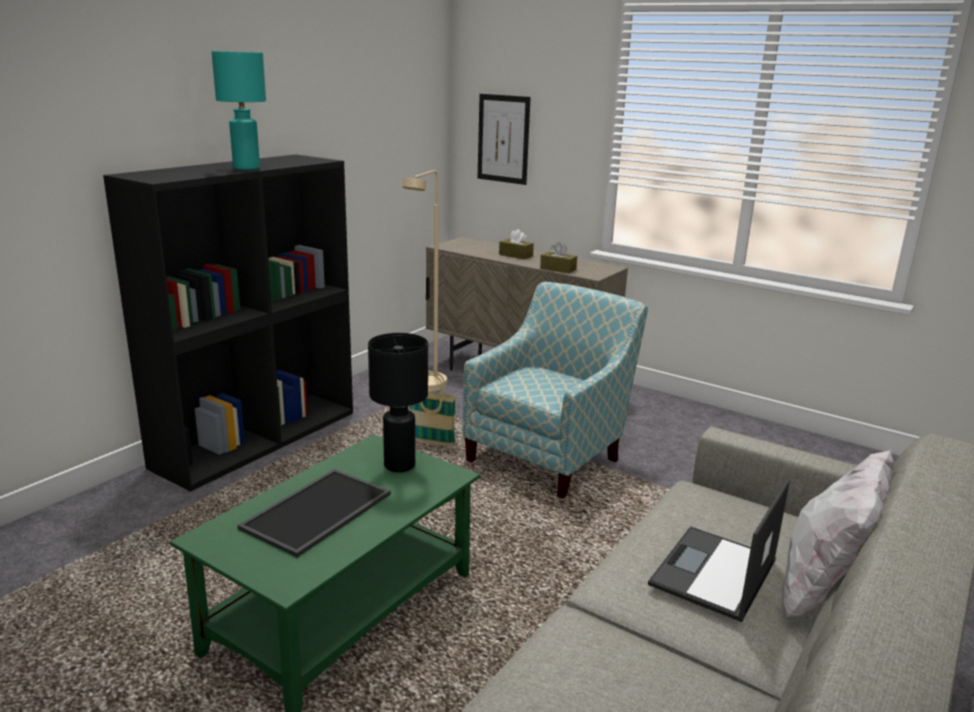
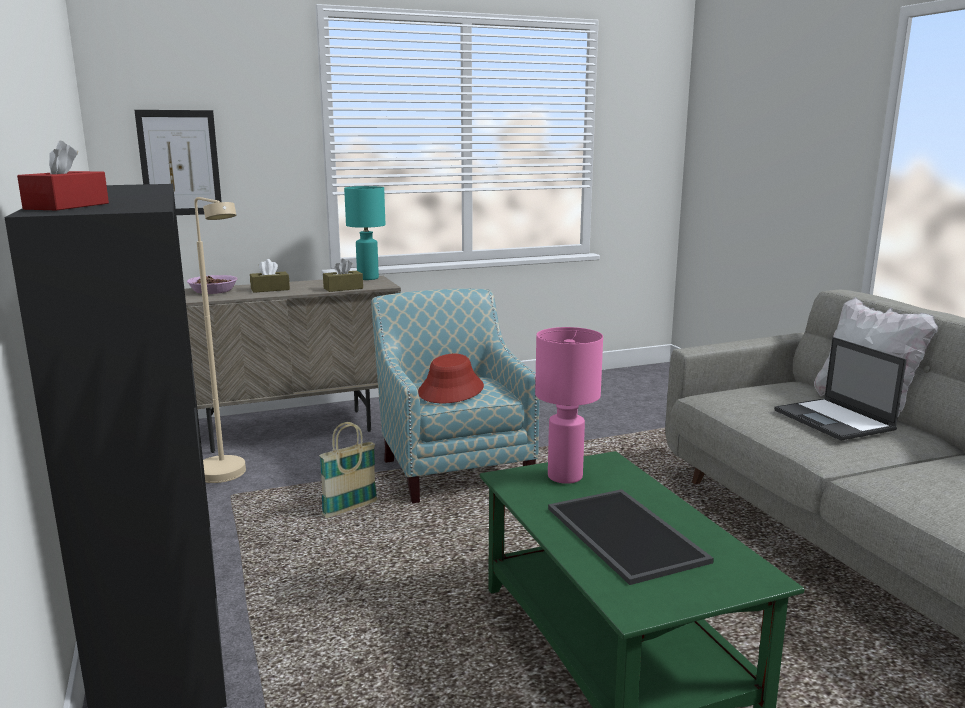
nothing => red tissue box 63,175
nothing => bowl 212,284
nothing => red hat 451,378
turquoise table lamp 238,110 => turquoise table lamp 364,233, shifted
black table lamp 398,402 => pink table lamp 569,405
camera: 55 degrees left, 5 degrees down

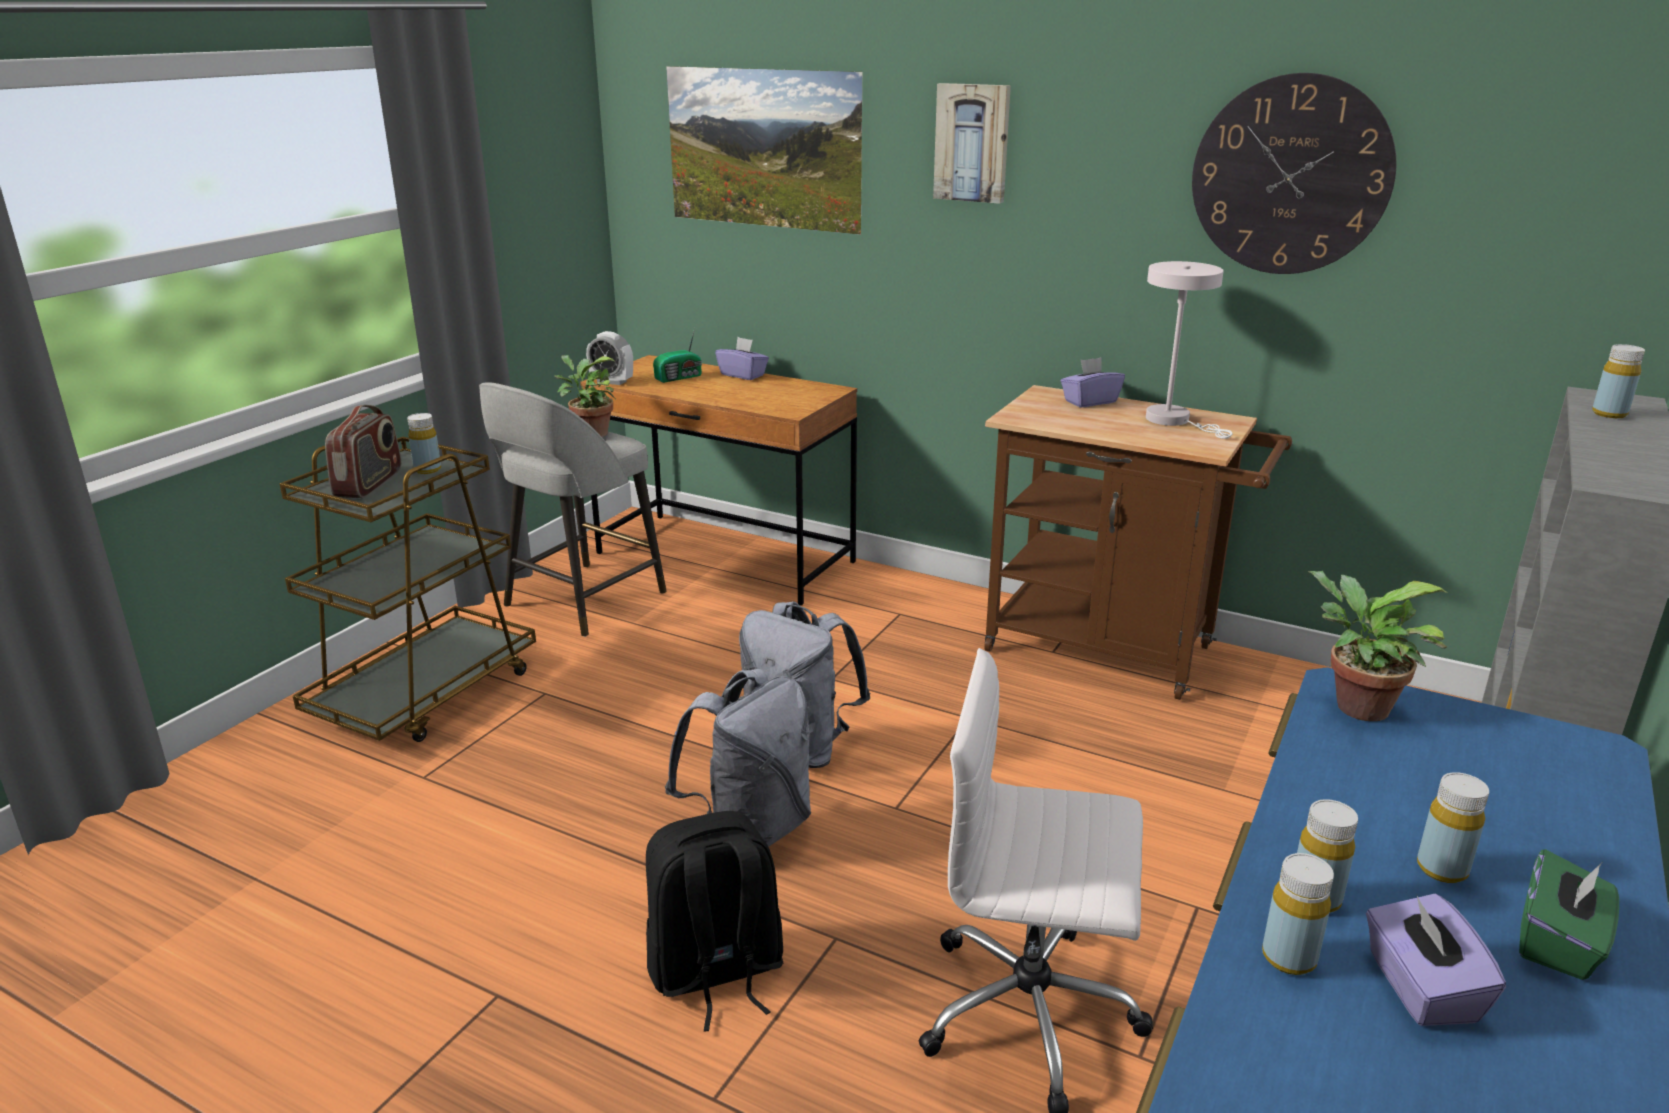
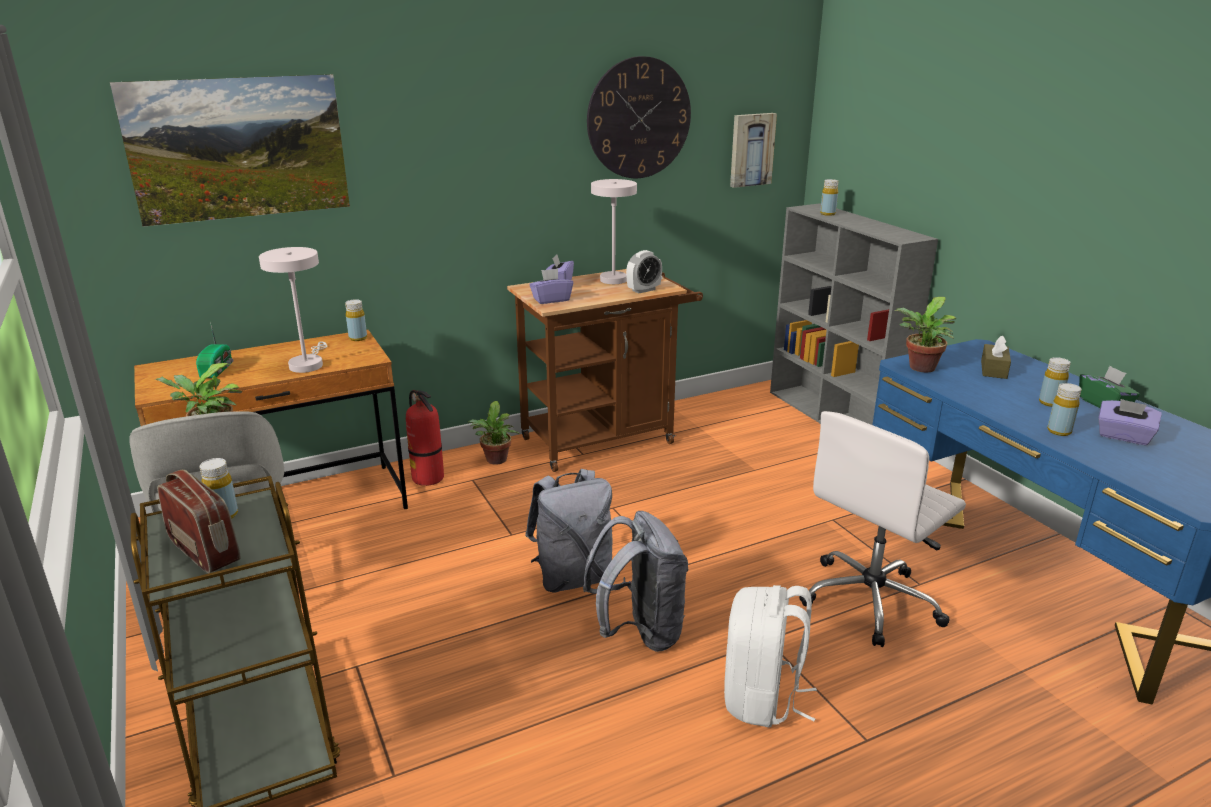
nothing => white table lamp 293,310
nothing => fire extinguisher 425,438
nothing => potted plant 493,433
nothing => brown tissue box 996,357
alarm clock 609,358 => alarm clock 644,272, shifted
purple tissue box 742,358 => purple tissue box 551,286, shifted
picture 972,143 => picture 753,150, shifted
yellow bottle 1298,914 => yellow bottle 356,320, shifted
black backpack 715,921 => white backpack 770,656
camera: 55 degrees left, 0 degrees up

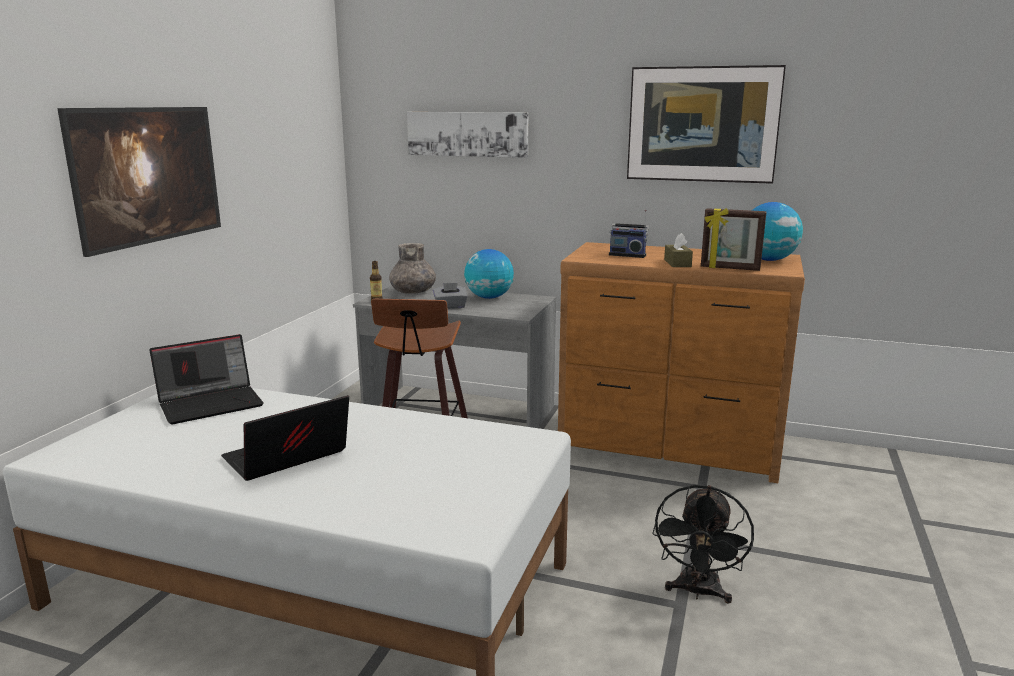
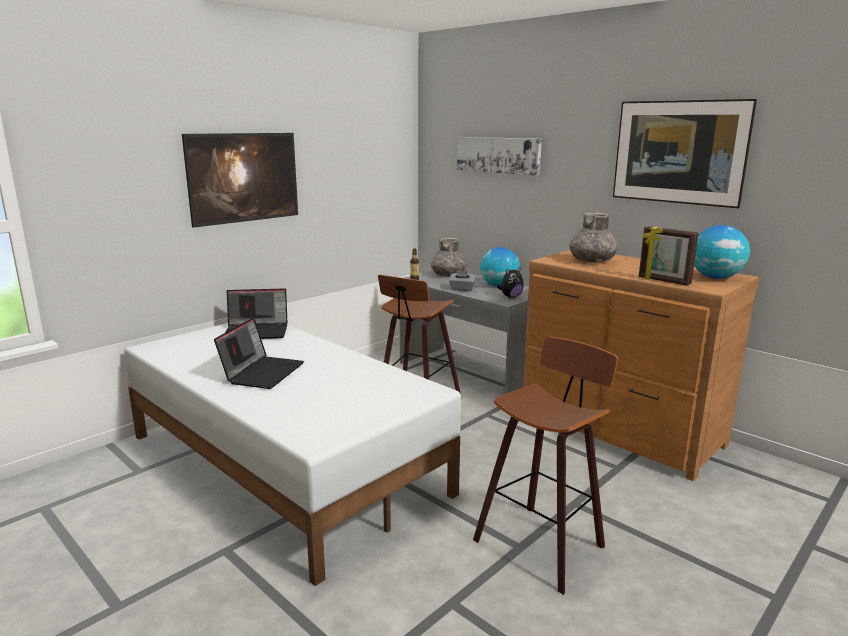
brown tissue box 678,250 => nothing
nothing => plush toy 510,282
radio 629,234 => grey vase 594,238
black fan 703,544 => stool 545,466
laptop 285,438 => laptop 259,353, 120 degrees clockwise
camera: 25 degrees right, 0 degrees up

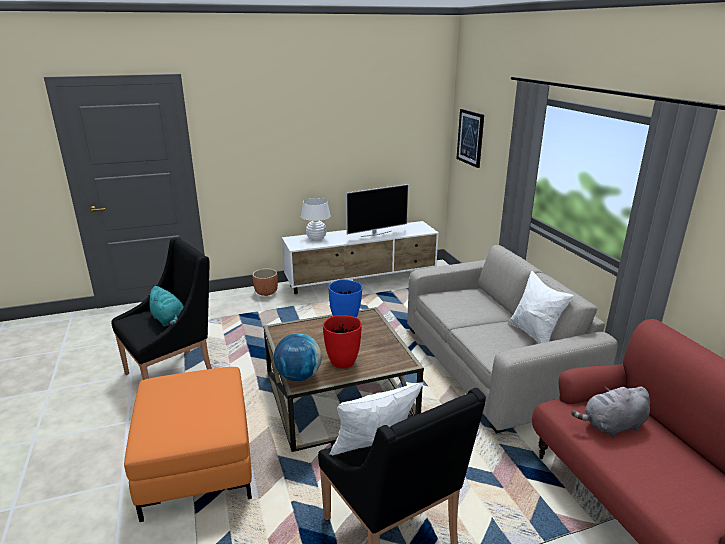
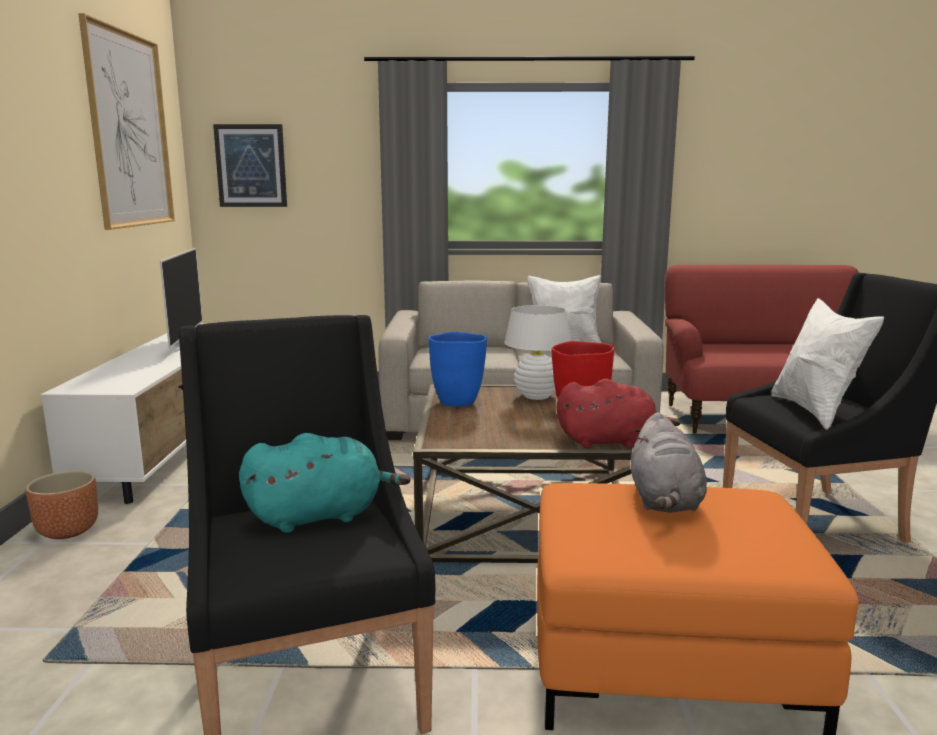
nothing => picture 126,121
white table lamp 316,219 => white table lamp 537,352, shifted
grey plush toy 610,411 => grey plush toy 669,462, shifted
globe 298,357 => red plush toy 618,413
camera: 70 degrees left, 10 degrees down

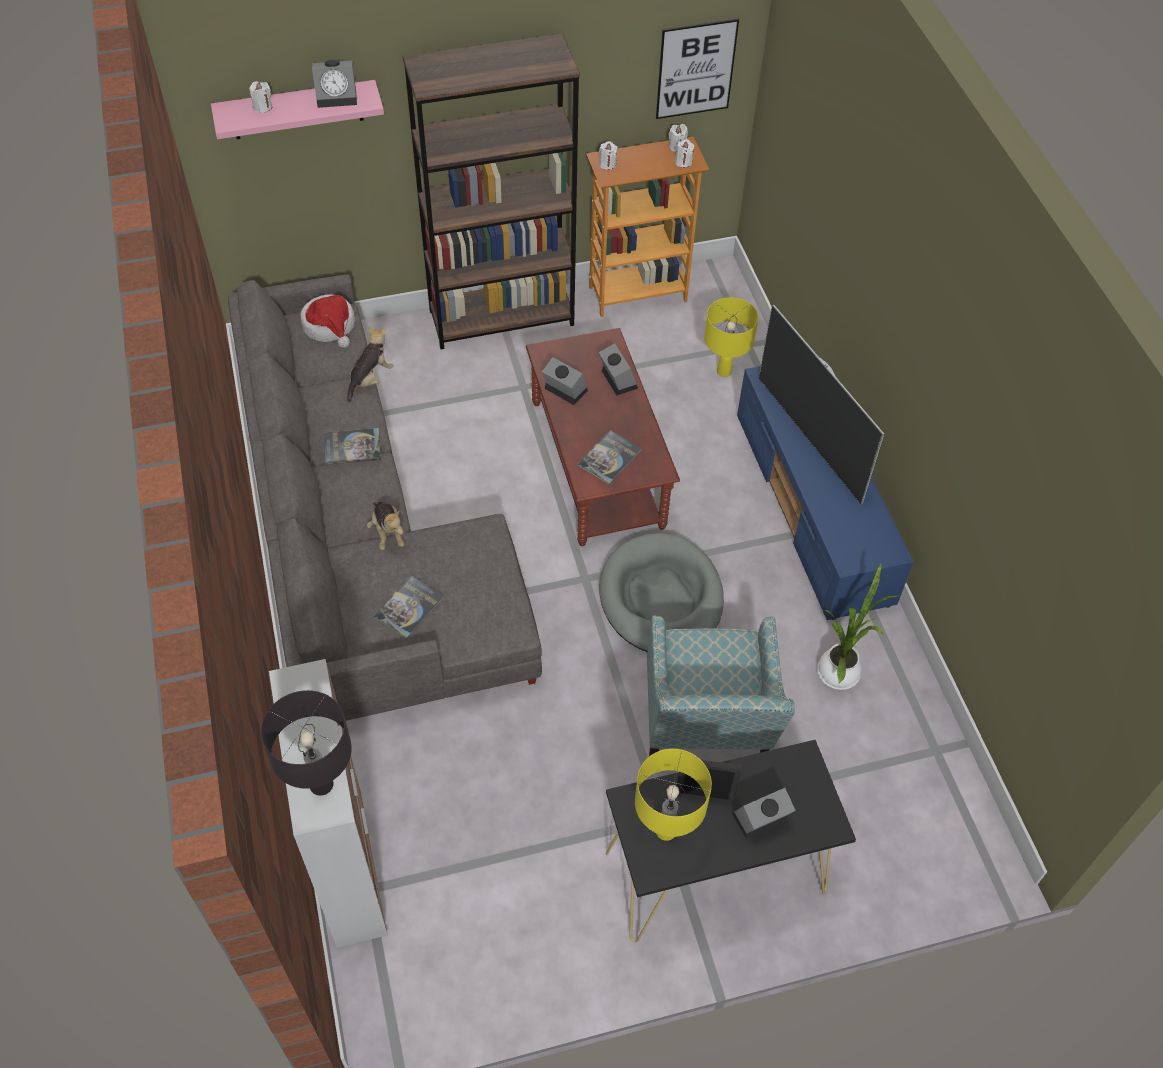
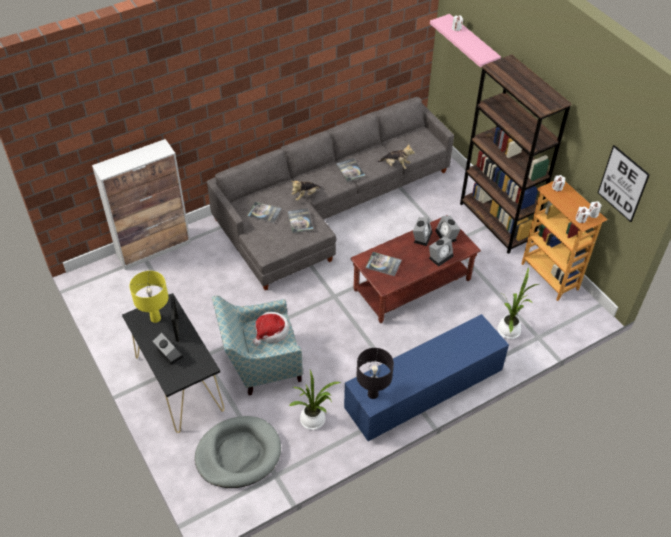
television 821,404 => nothing
nothing => book 300,220
black table lamp 306,743 => black table lamp 375,373, shifted
hat 327,321 => hat 271,329, shifted
alarm clock 334,84 => alarm clock 447,229, shifted
grey dog bed 661,592 => grey dog bed 238,452, shifted
yellow table lamp 731,337 => potted plant 518,303
camera: 75 degrees right, 5 degrees down

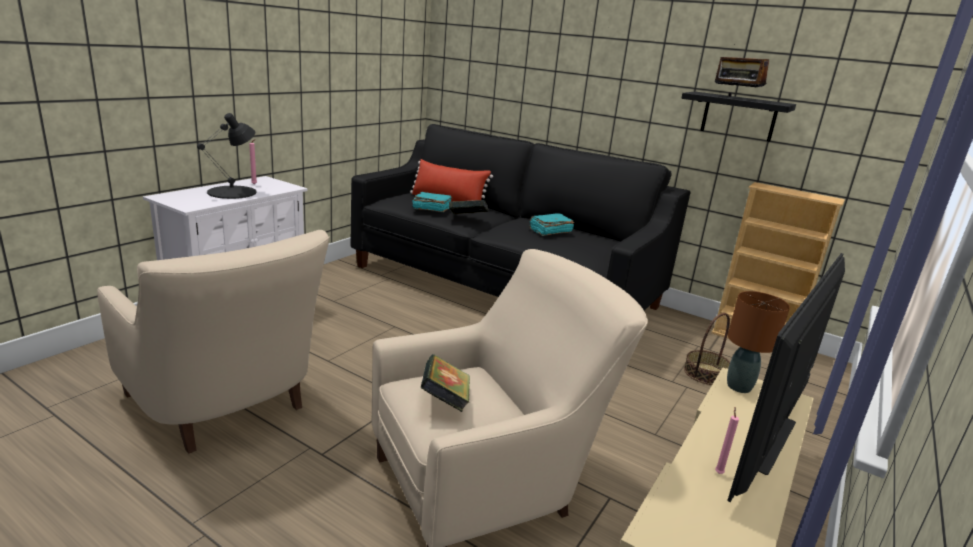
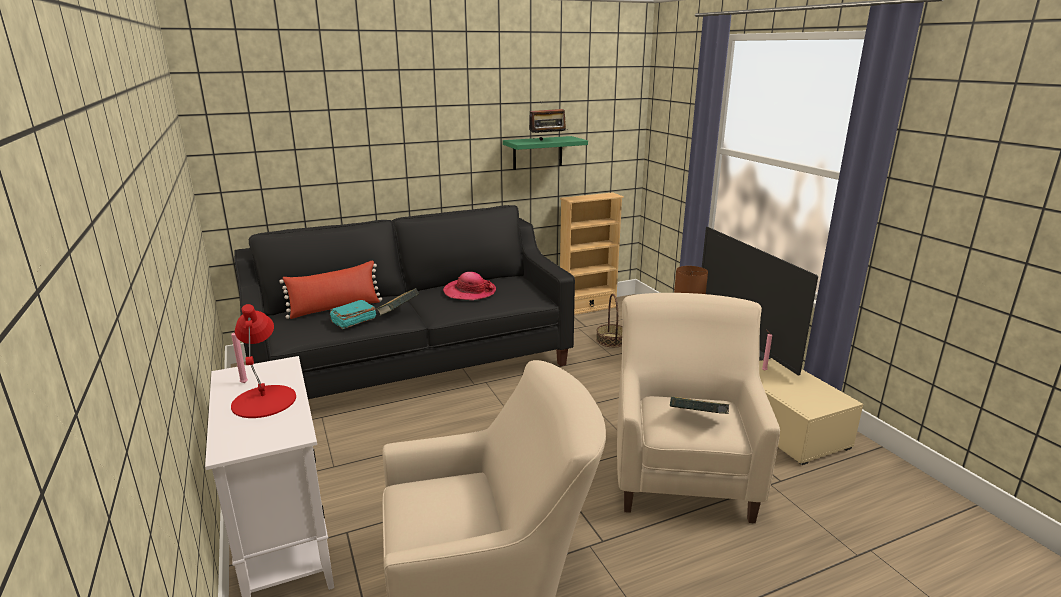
turquoise book 552,224 => hat 469,286
black table lamp 227,156 => red table lamp 263,361
black shelf 738,116 => green shelf 545,153
camera: 55 degrees left, 0 degrees up

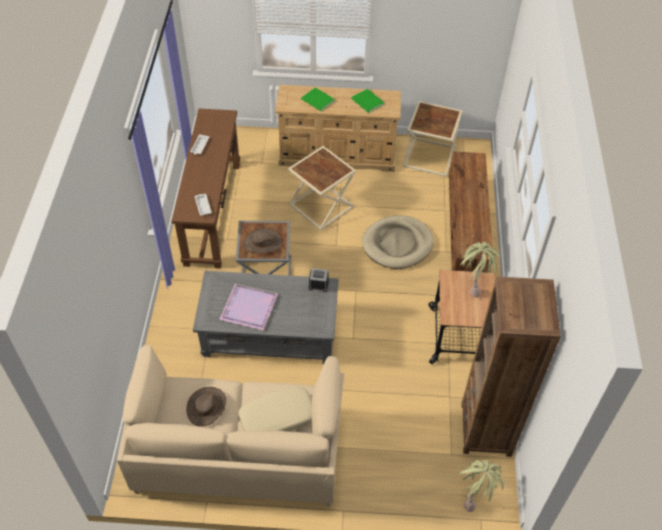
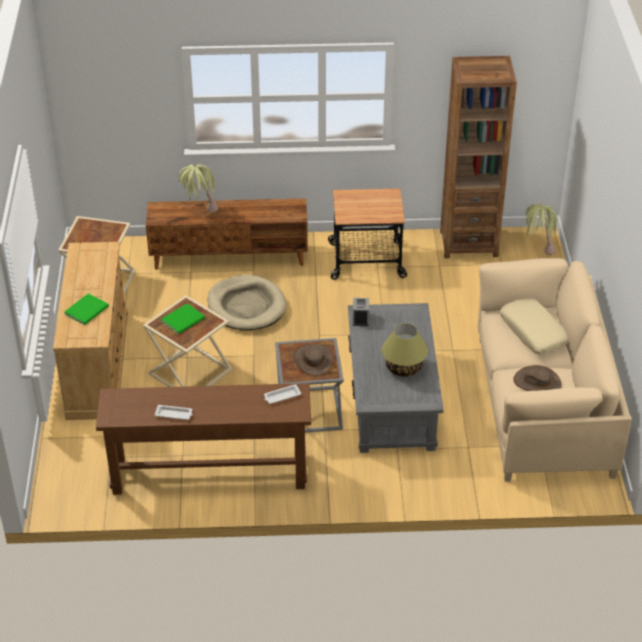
green book 367,101 => green book 183,318, shifted
potted plant 480,269 => potted plant 198,188, shifted
purple tray 248,307 => table lamp 405,350
camera: 95 degrees left, 10 degrees down

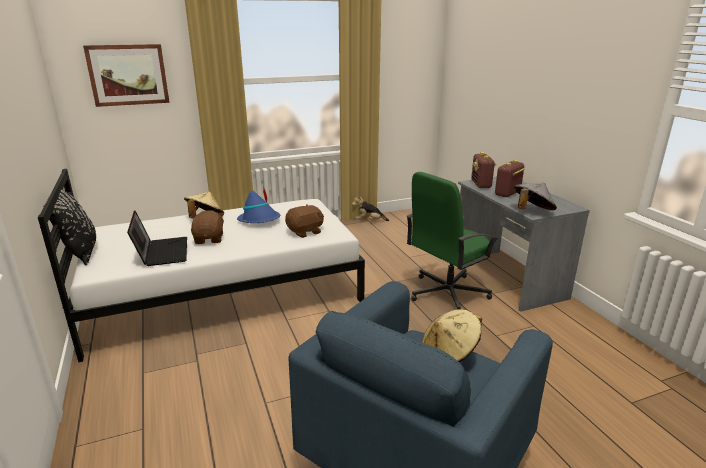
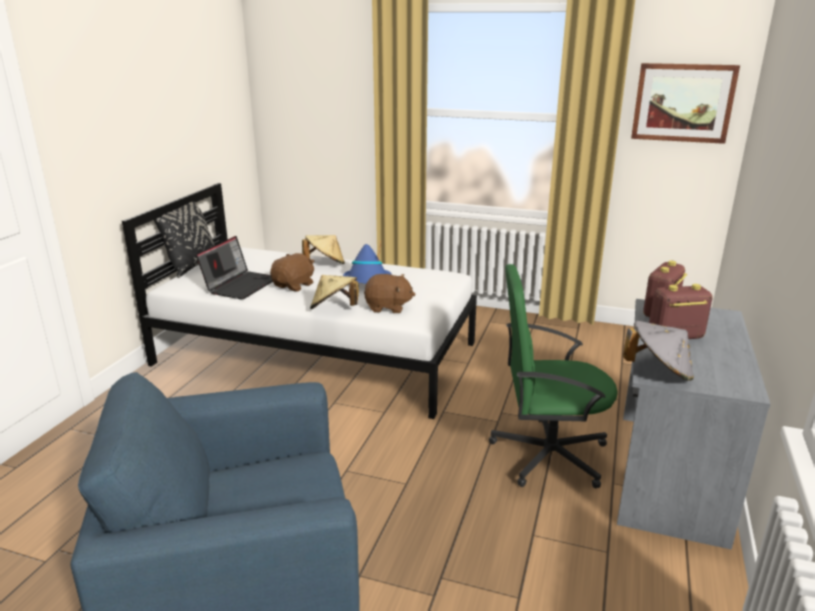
plush toy 370,208 => nothing
picture 126,75 => picture 685,103, shifted
beige hat 452,335 => beige hat 334,292, shifted
camera: 40 degrees right, 0 degrees up

